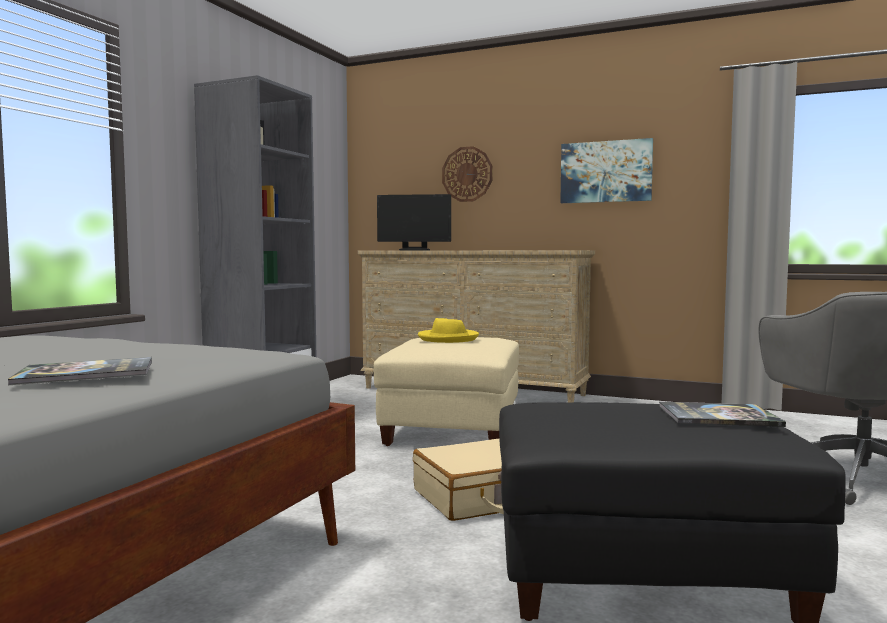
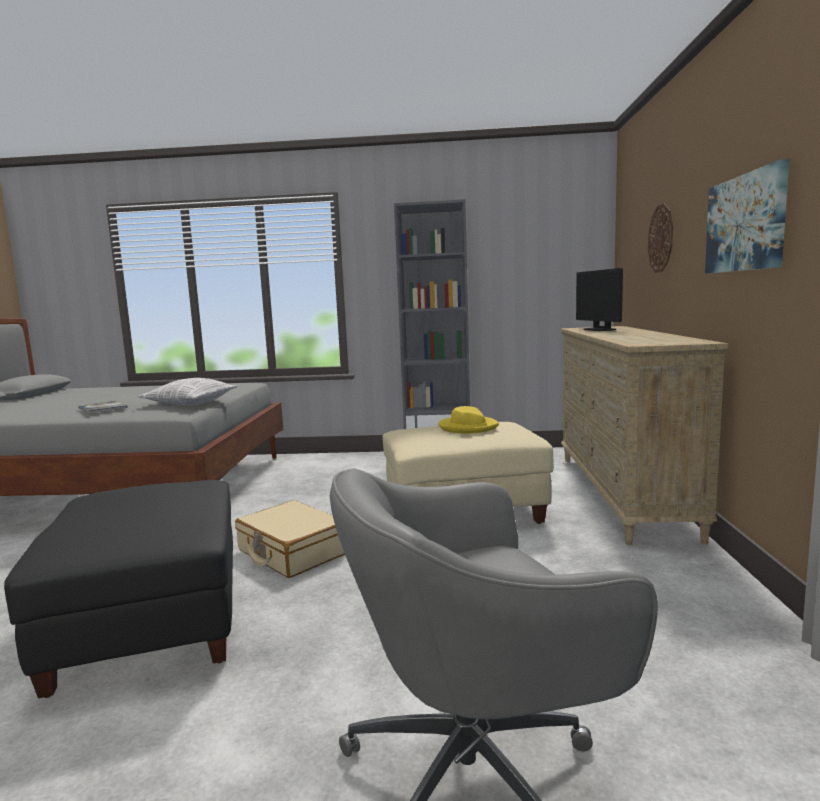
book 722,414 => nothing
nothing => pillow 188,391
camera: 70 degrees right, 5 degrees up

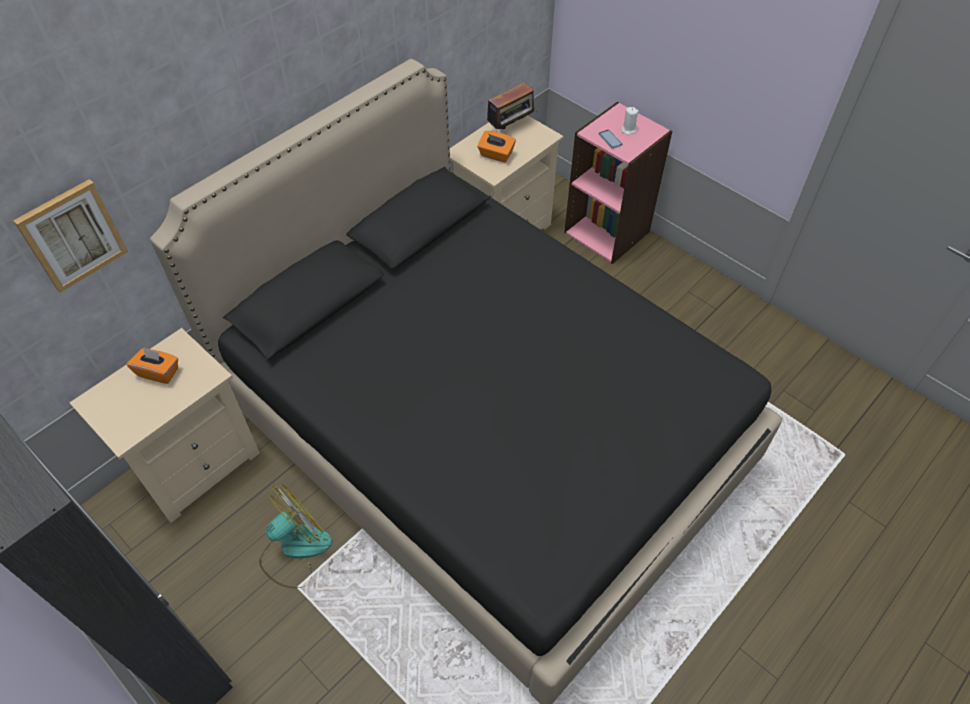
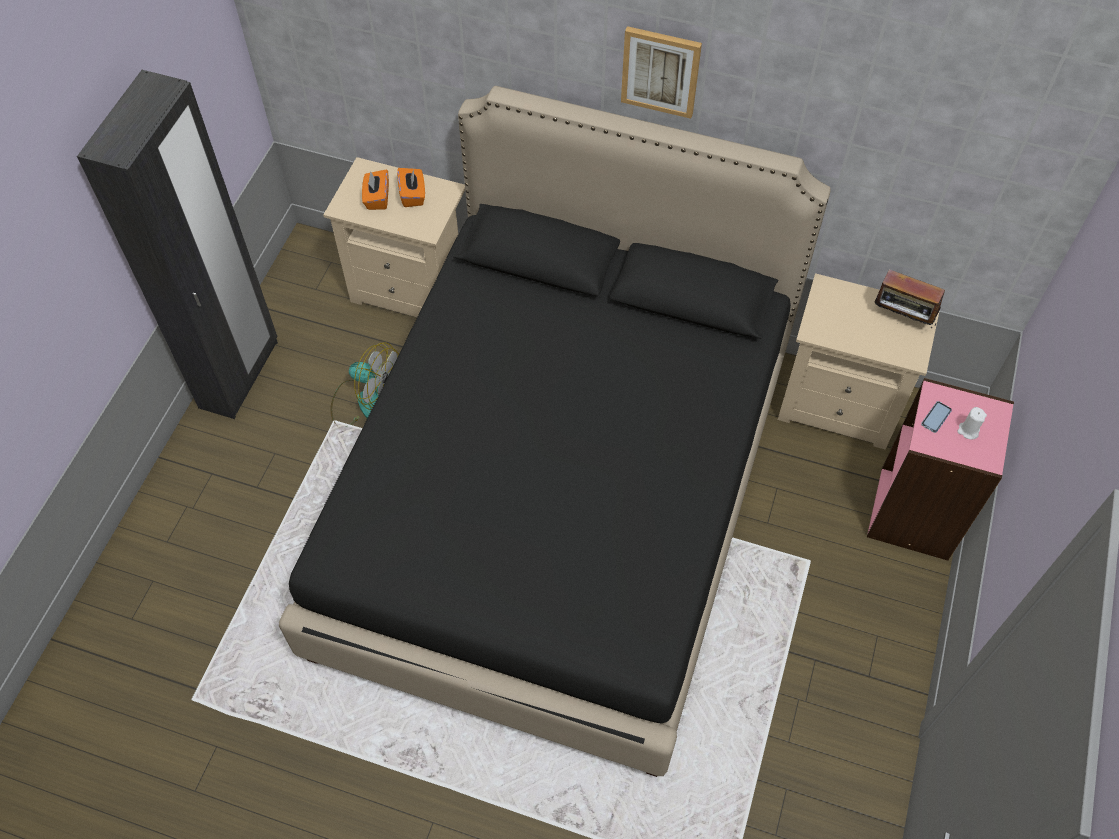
picture 70,236 => picture 661,72, shifted
orange tissue box 496,146 => orange tissue box 375,189, shifted
camera: 65 degrees right, 5 degrees up

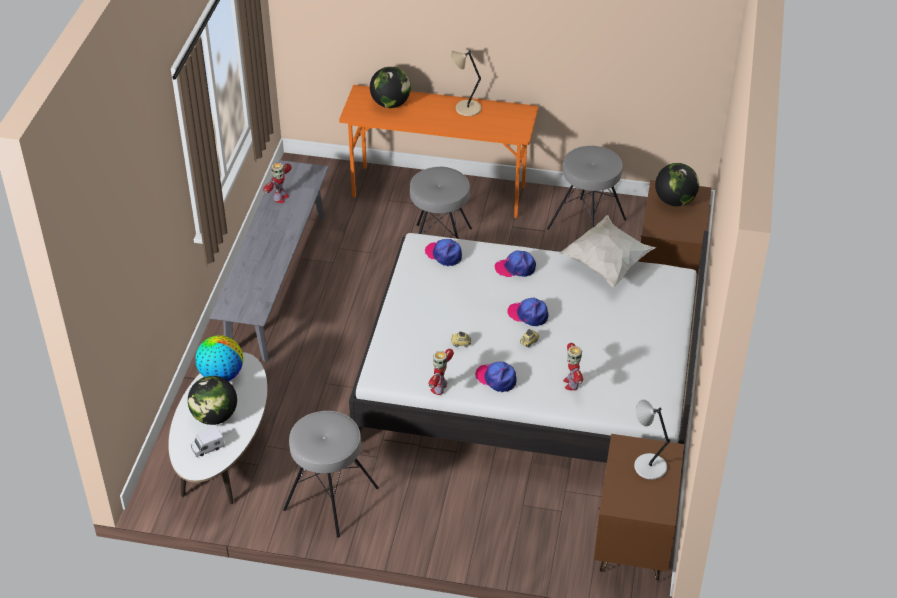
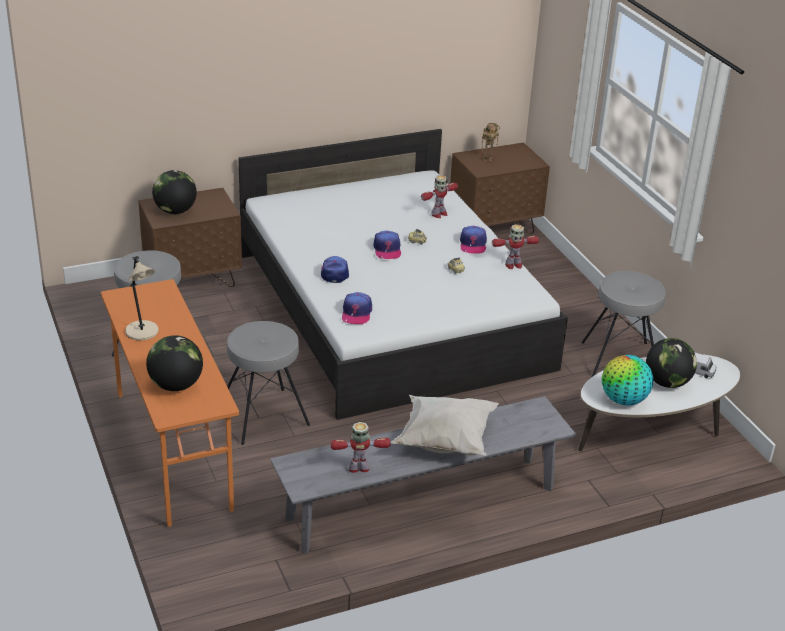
white pillow 608,251 => white pillow 445,425, shifted
grey table lamp 652,440 => toy robot 491,142
cap 515,263 => cap 335,269, 150 degrees counterclockwise
camera: 125 degrees left, 10 degrees down

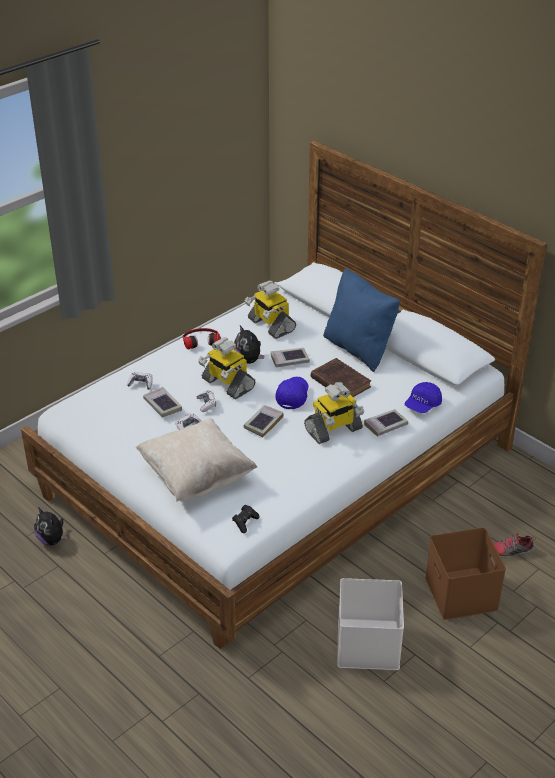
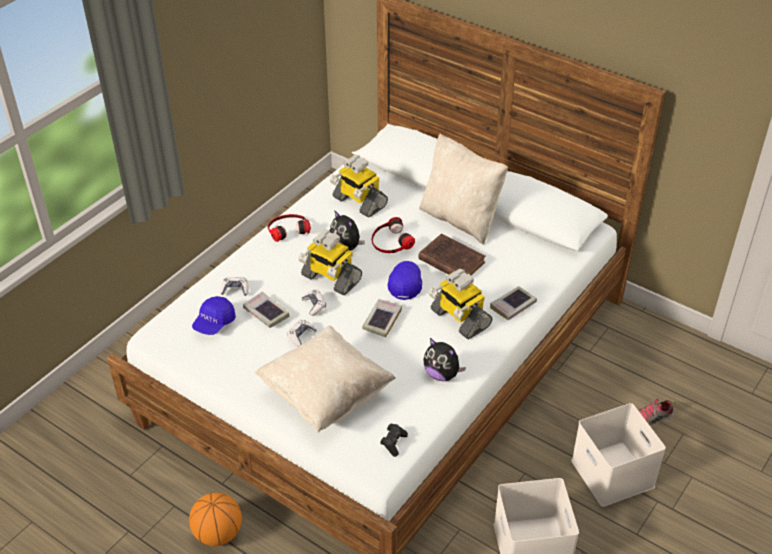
nothing => basketball 215,519
plush toy 51,526 => plush toy 444,359, shifted
blue cap 423,397 => blue cap 214,315, shifted
book 290,358 => headphones 393,235
blue pillow 361,320 => beige pillow 463,189
brown storage box 465,573 => white storage box 618,455
toy robot 334,413 => toy robot 460,303, 90 degrees clockwise
camera: 10 degrees left, 5 degrees up

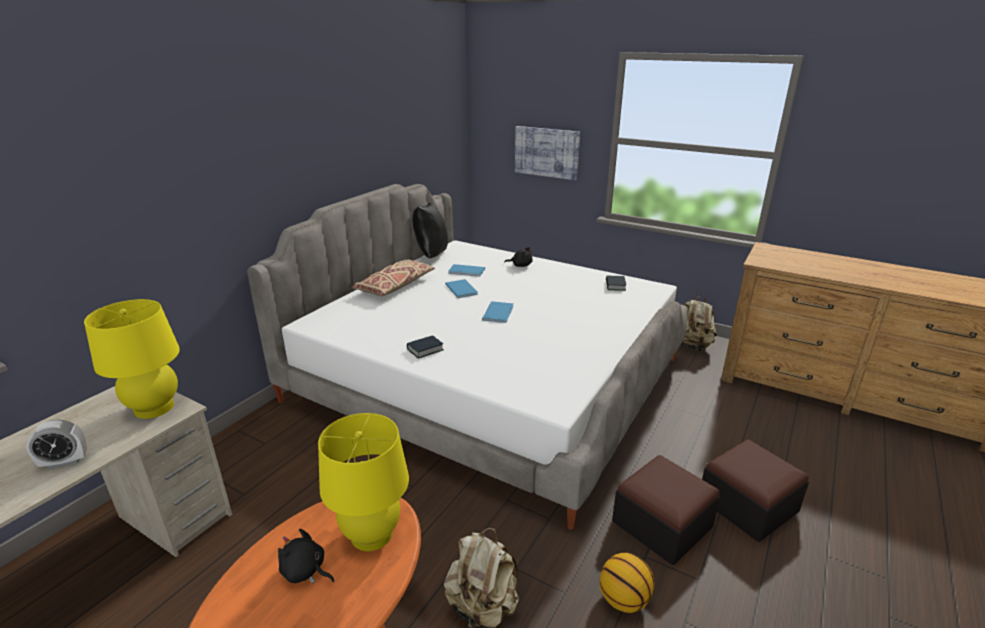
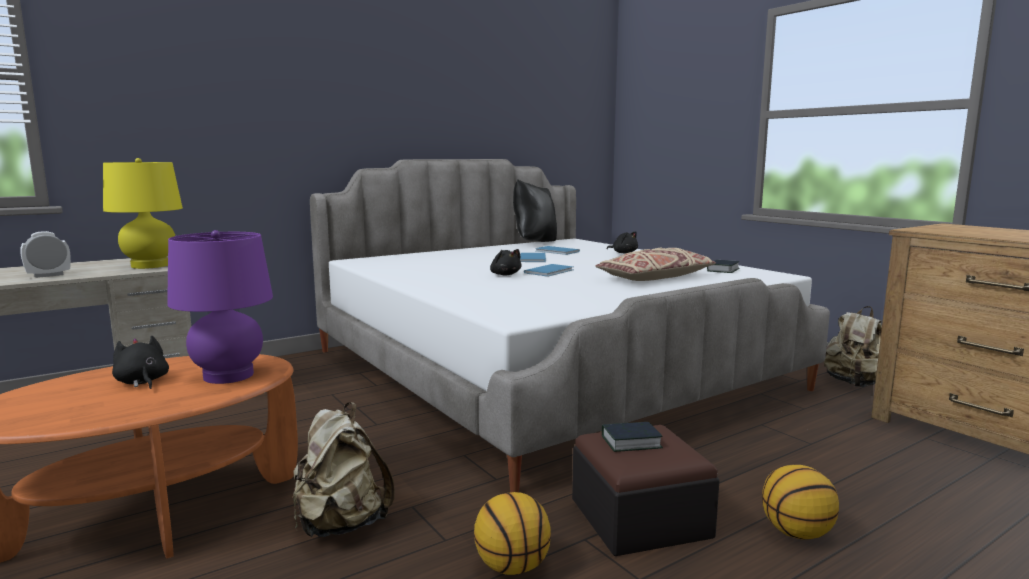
picture 547,153 => nothing
nothing => black plush toy 505,262
beige pillow 393,277 => beige pillow 655,264, shifted
book 425,347 => book 632,437, shifted
ottoman 755,490 => basketball 800,502
yellow table lamp 363,482 => purple table lamp 220,307
alarm clock 56,444 => alarm clock 45,254, 135 degrees clockwise
camera: 25 degrees right, 15 degrees down

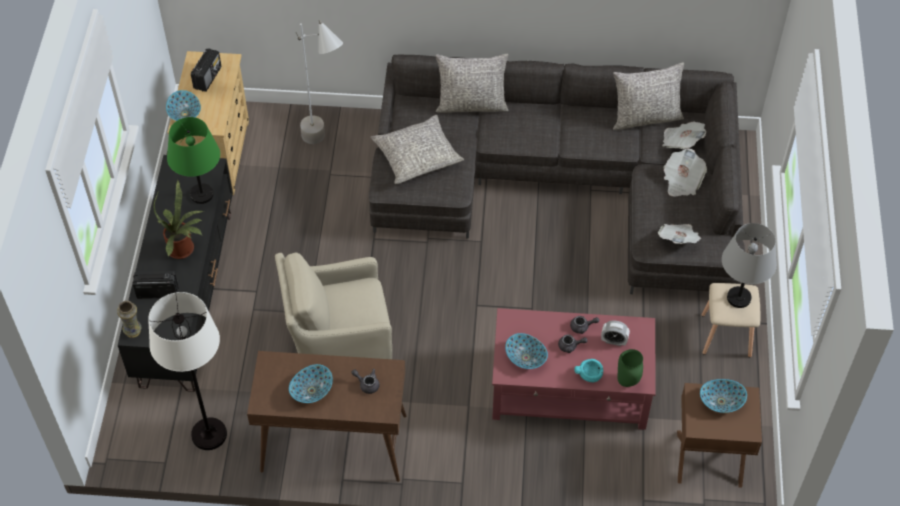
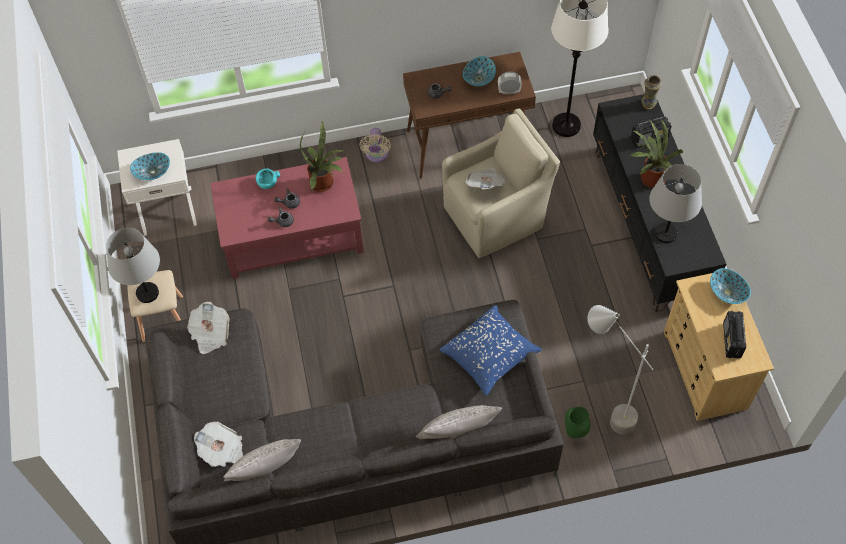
nothing => beige fan 375,145
alarm clock 615,333 => alarm clock 510,83, shifted
green vase 630,368 => green vase 577,422, shifted
newspaper 685,172 => newspaper 485,179, shifted
bowl 526,351 => potted plant 322,156
green table lamp 193,160 => grey table lamp 675,203
grey pillow 417,149 => blue pillow 490,350
brown nightstand 719,435 => white nightstand 157,187
camera: 165 degrees right, 5 degrees up

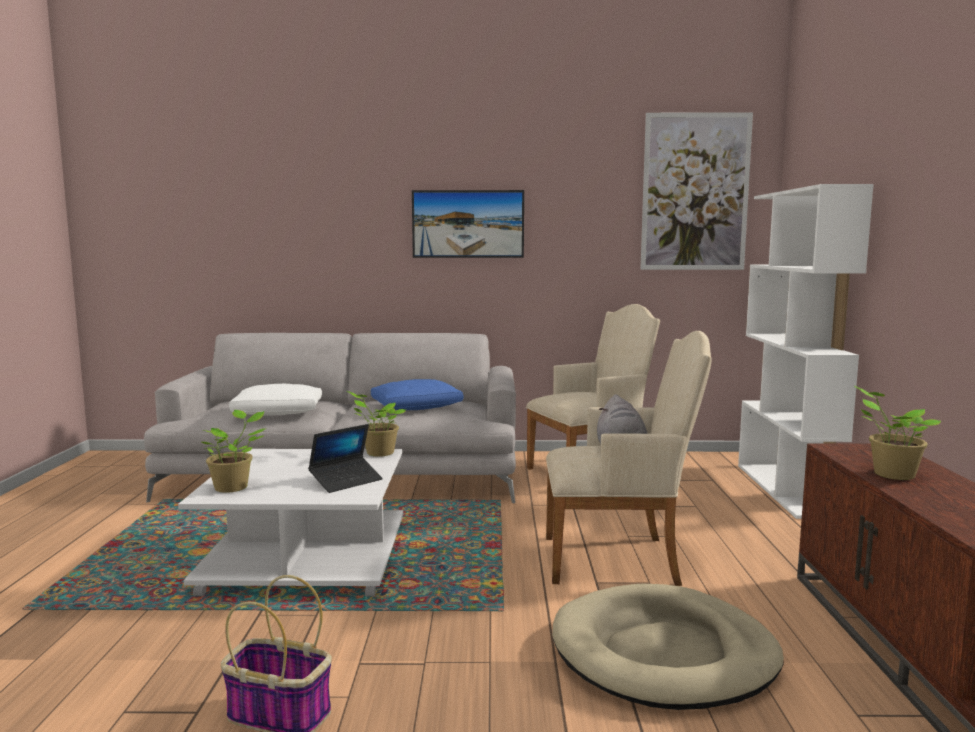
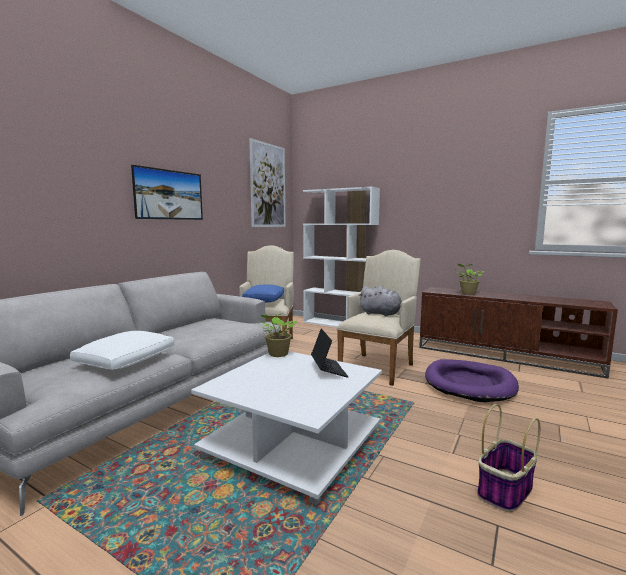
potted plant 233,451 => nothing
blue pillow 417,394 => blue pillow 263,293, shifted
beige dog bed 668,647 => purple dog bed 472,380
camera: 60 degrees left, 0 degrees up

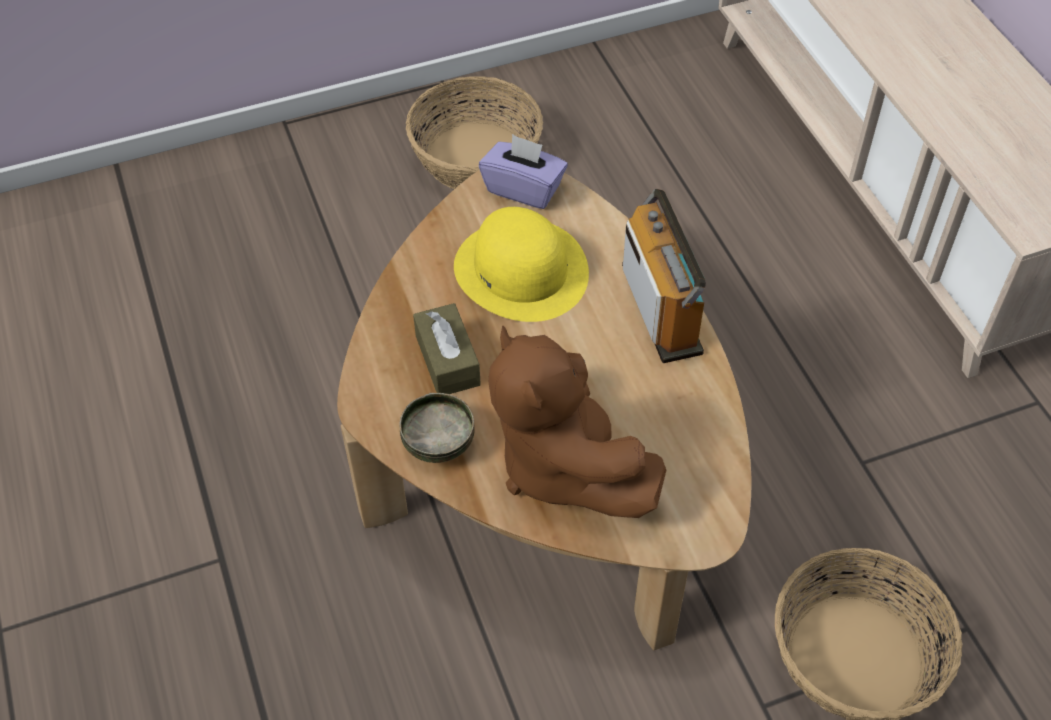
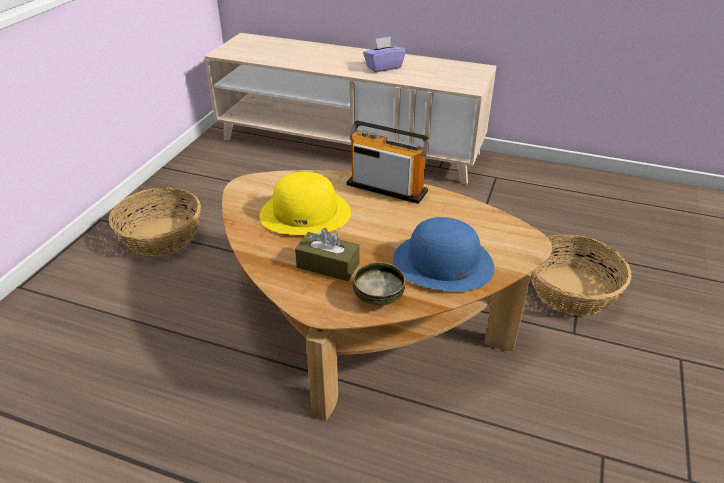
purple tissue box 523,171 => purple tissue box 384,54, shifted
brown plush toy 577,422 => blue hat 444,254
camera: 50 degrees left, 15 degrees down

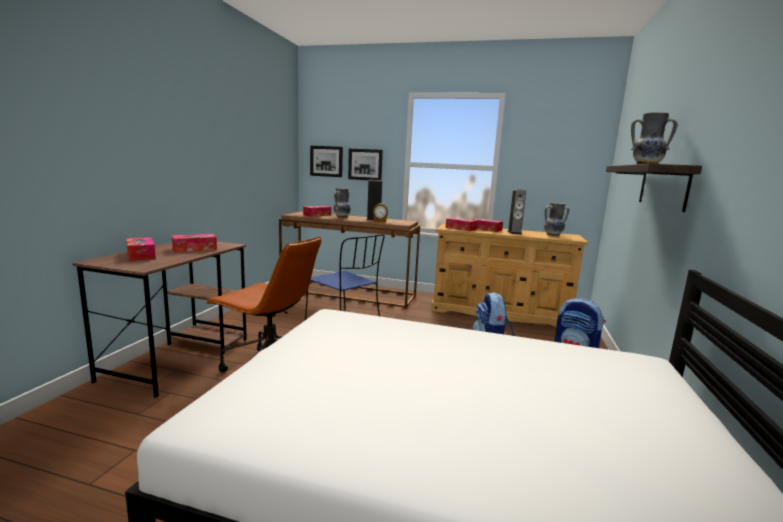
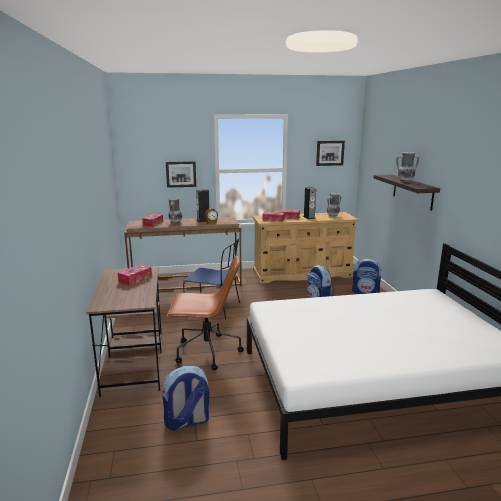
tissue box 141,249 => nothing
nothing => backpack 185,398
picture 326,161 => picture 330,153, shifted
camera: 25 degrees left, 5 degrees up

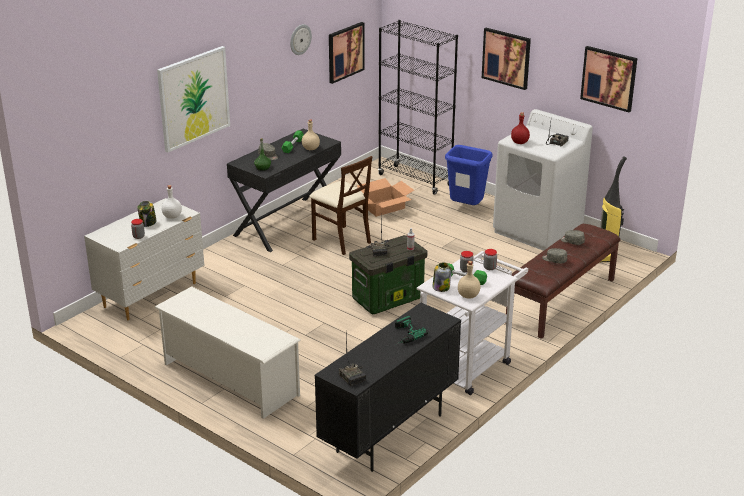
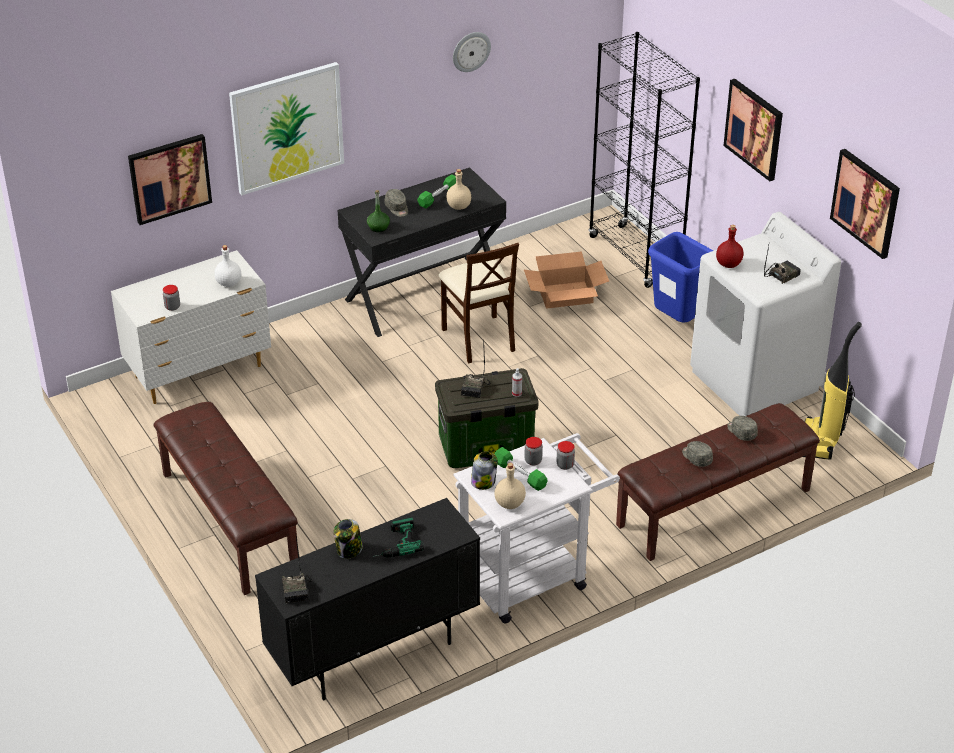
jar 147,214 => jar 348,539, shifted
picture 347,53 => picture 170,179, shifted
white shoe rack 227,352 => brown bench 225,498
camera: 20 degrees right, 10 degrees up

